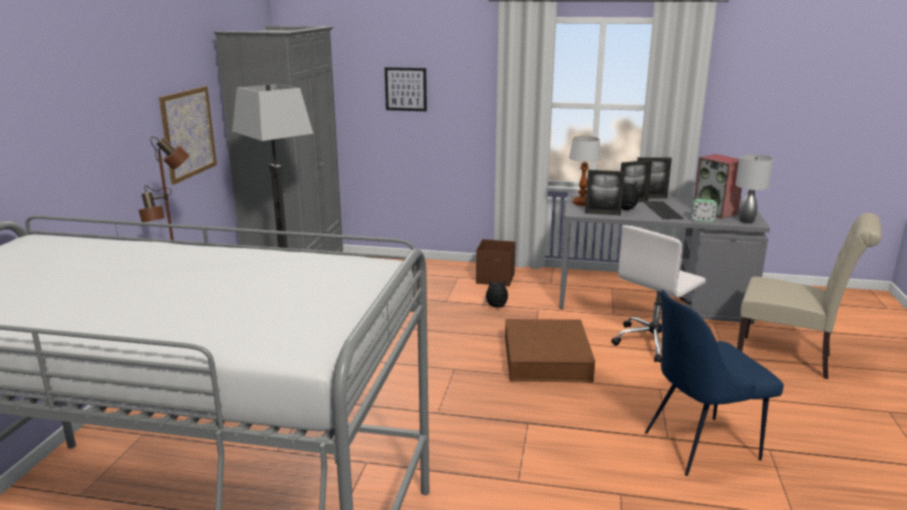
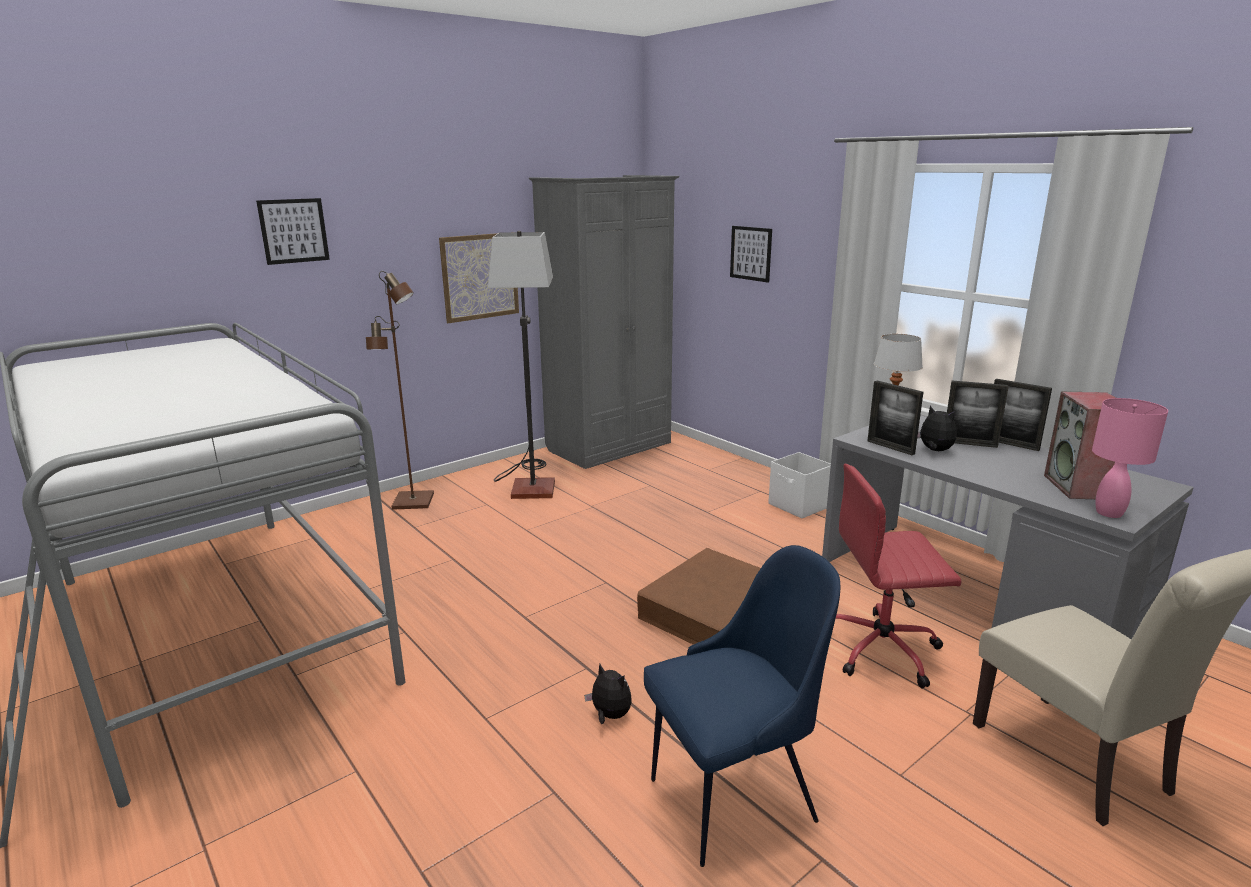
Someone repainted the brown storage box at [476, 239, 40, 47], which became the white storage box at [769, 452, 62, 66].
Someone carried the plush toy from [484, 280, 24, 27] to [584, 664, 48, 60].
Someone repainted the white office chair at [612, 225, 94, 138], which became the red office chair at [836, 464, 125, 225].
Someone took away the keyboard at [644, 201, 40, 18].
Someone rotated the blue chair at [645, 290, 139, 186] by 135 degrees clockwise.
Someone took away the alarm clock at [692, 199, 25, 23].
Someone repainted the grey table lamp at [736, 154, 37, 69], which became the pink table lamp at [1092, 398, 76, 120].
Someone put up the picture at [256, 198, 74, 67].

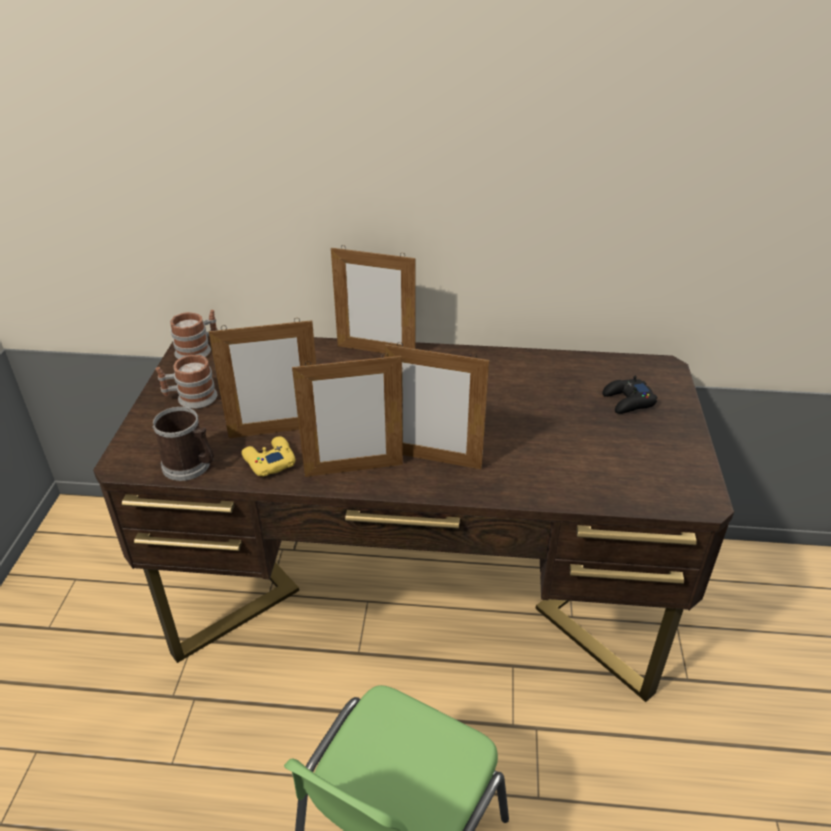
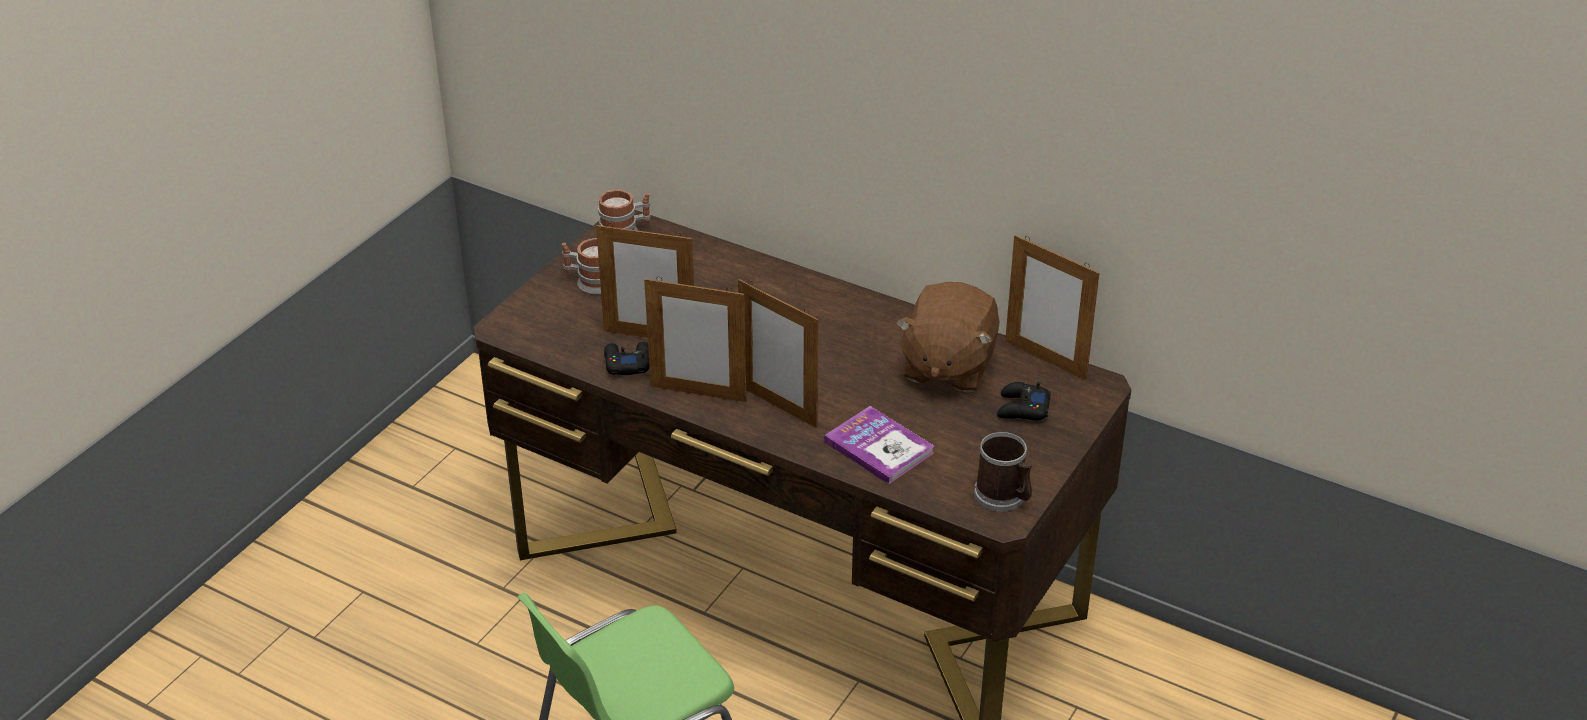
Someone carried the mug from [152, 407, 62, 74] to [974, 432, 58, 80].
Someone repainted the yellow game controller at [242, 436, 53, 41], which became the black game controller at [604, 342, 45, 33].
Someone carried the picture frame from [331, 245, 84, 108] to [1005, 235, 94, 145].
Someone put down the book at [824, 406, 110, 78].
Someone put down the brown plush toy at [896, 282, 104, 110].

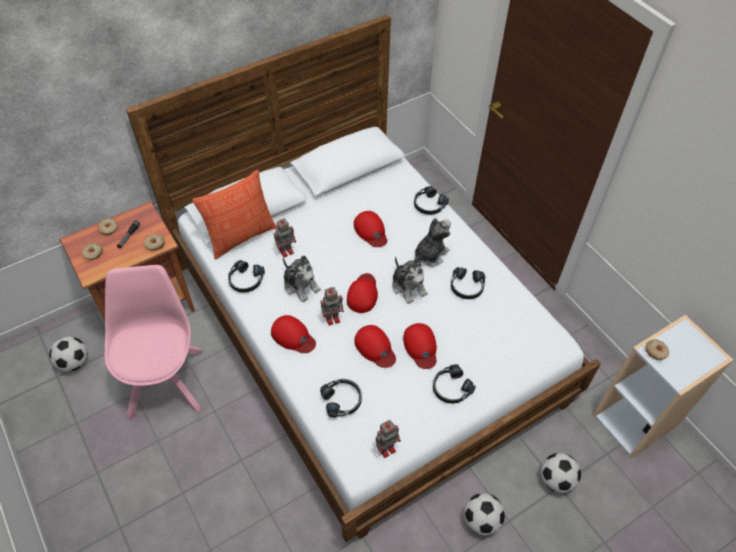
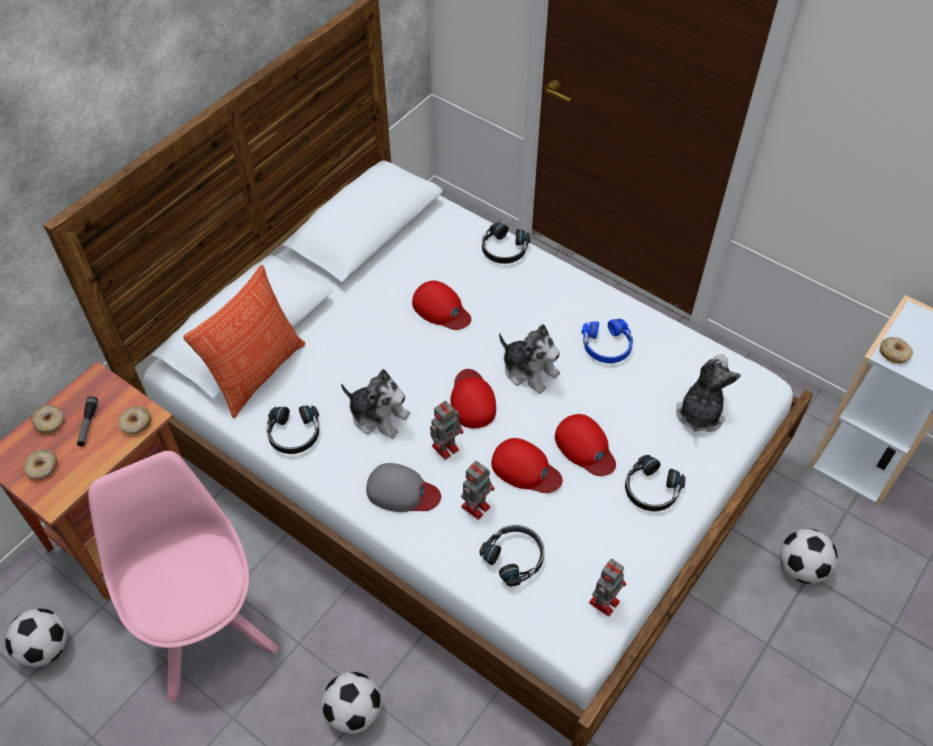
Someone repainted the red cap at [271, 315, 45, 38], which became the grey cap at [366, 463, 75, 49].
Someone carried the toy robot from [274, 218, 22, 40] to [461, 461, 34, 59].
Someone carried the plush toy from [415, 218, 36, 49] to [676, 354, 65, 78].
Someone repainted the black headphones at [451, 267, 35, 32], which became the blue headphones at [581, 319, 52, 44].
Someone carried the football from [464, 493, 41, 43] to [321, 672, 61, 62].

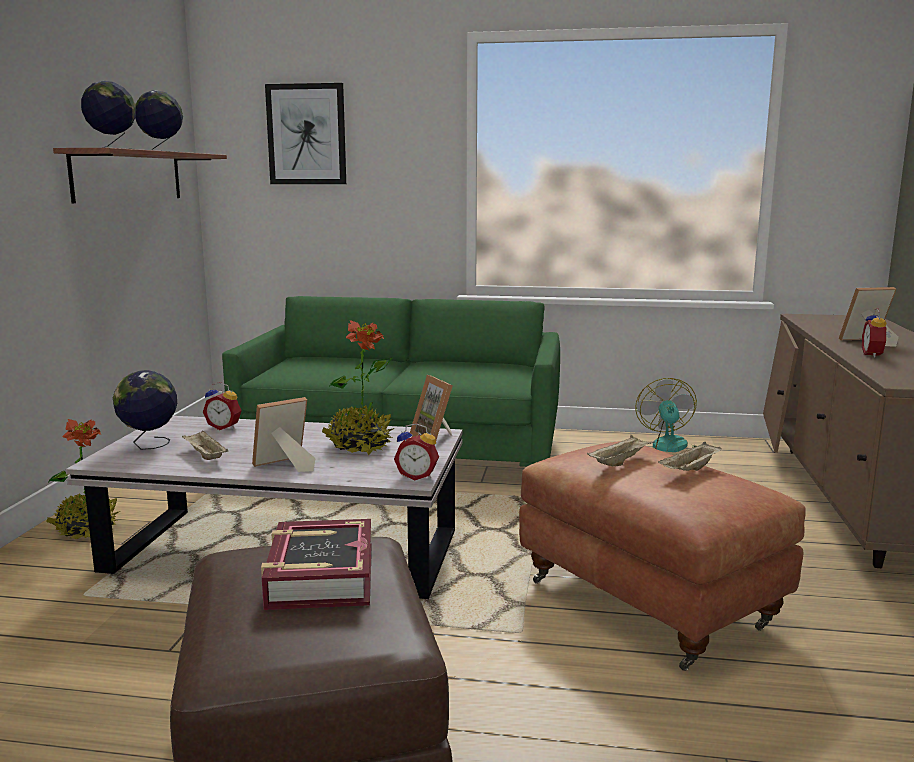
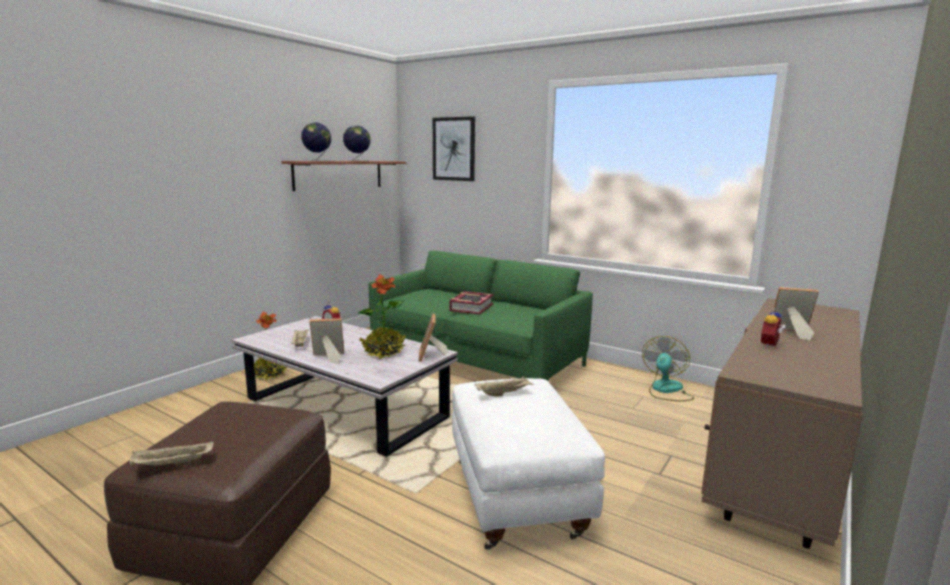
Someone took away the globe at [113, 370, 64, 80].
Someone carried the book from [261, 519, 111, 91] to [449, 291, 45, 24].
Someone took away the alarm clock at [394, 423, 45, 58].
Someone repainted the brown ottoman at [519, 441, 287, 230], which became the white ottoman at [452, 378, 153, 172].
Someone carried the beige tray from [658, 442, 64, 29] to [130, 440, 84, 26].

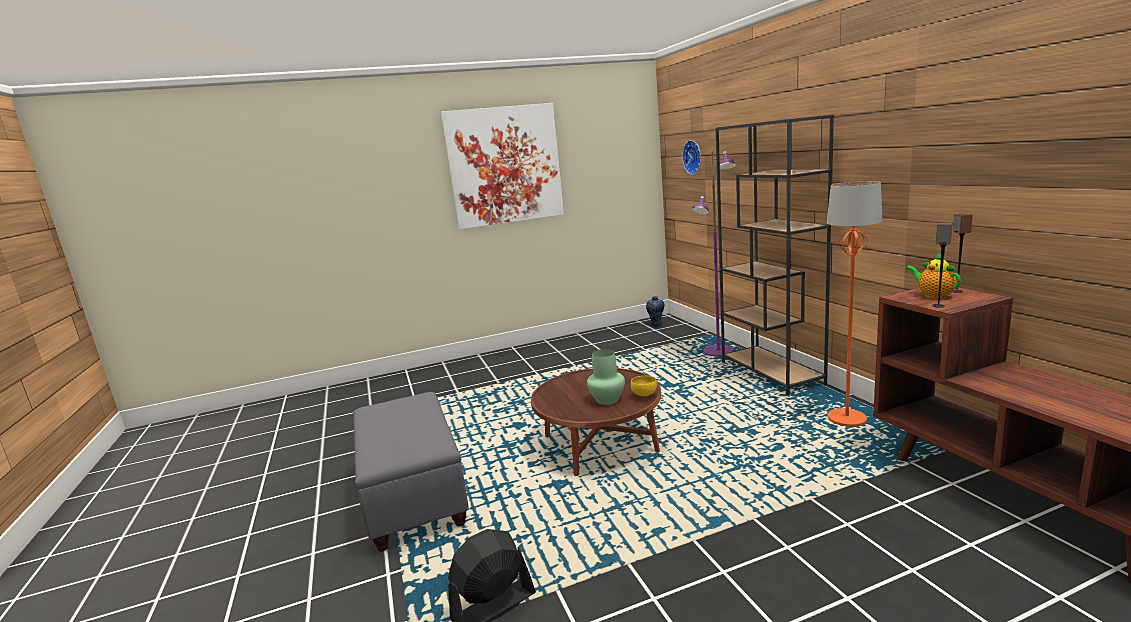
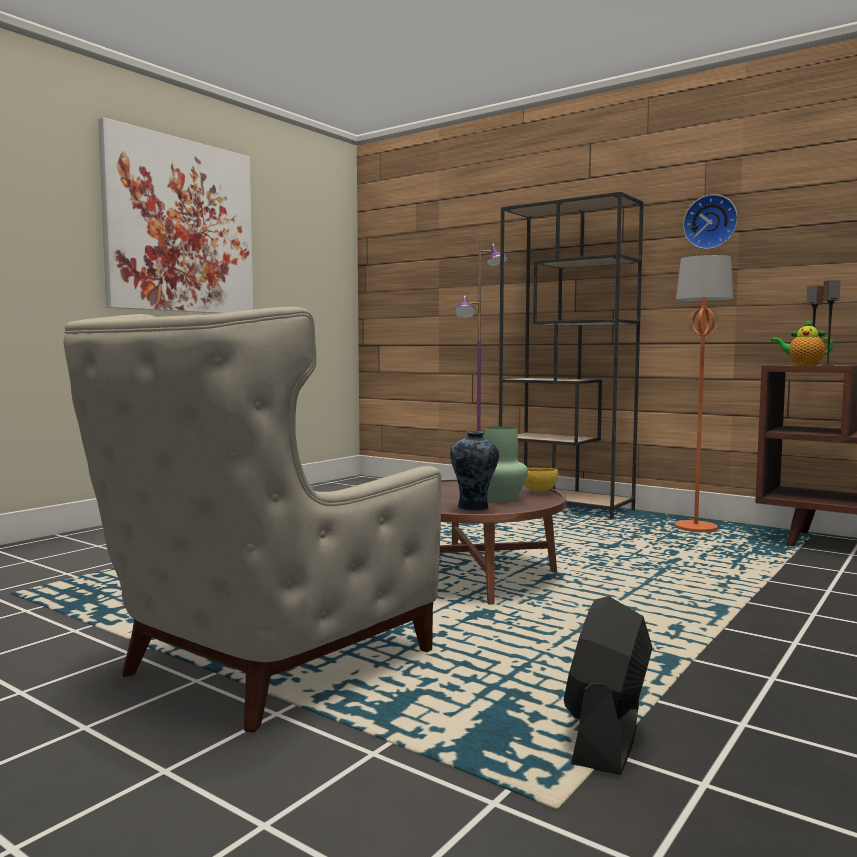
Someone swapped the grey ottoman at [353, 392, 116, 160] for the beige armchair at [64, 307, 378, 426].
Someone carried the vase from [646, 296, 18, 31] to [450, 431, 49, 80].
Someone carried the wall clock from [682, 140, 19, 35] to [683, 194, 55, 55].

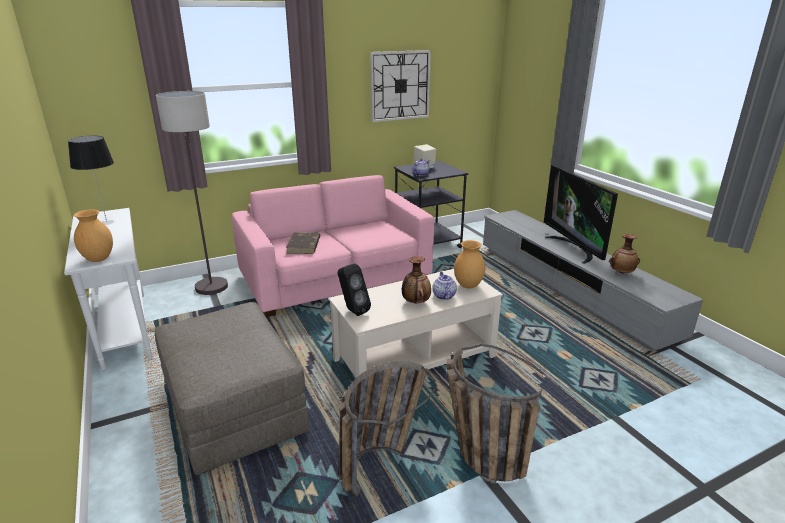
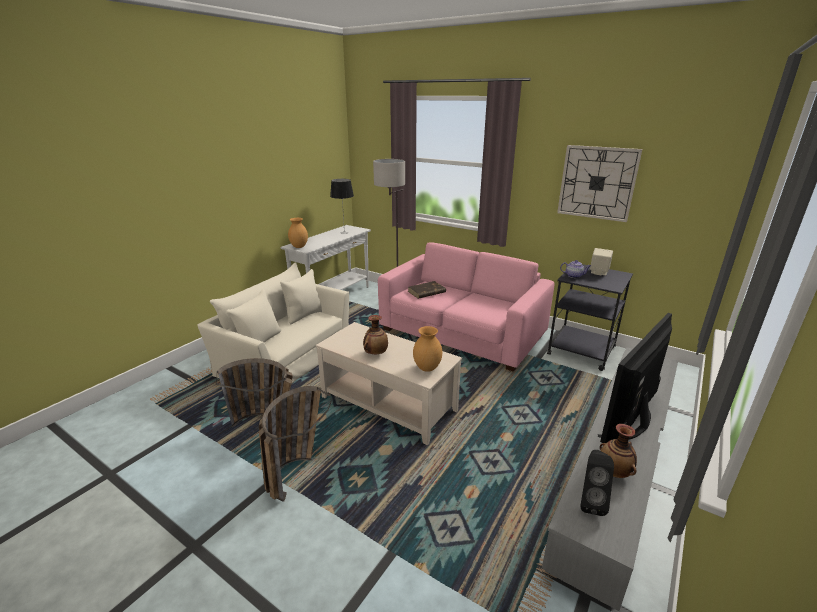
Someone swapped the grey ottoman at [155, 302, 154, 173] for the beige armchair at [197, 263, 152, 120].
Someone carried the black speaker from [338, 264, 33, 52] to [580, 450, 34, 66].
Someone took away the teapot at [432, 272, 25, 28].

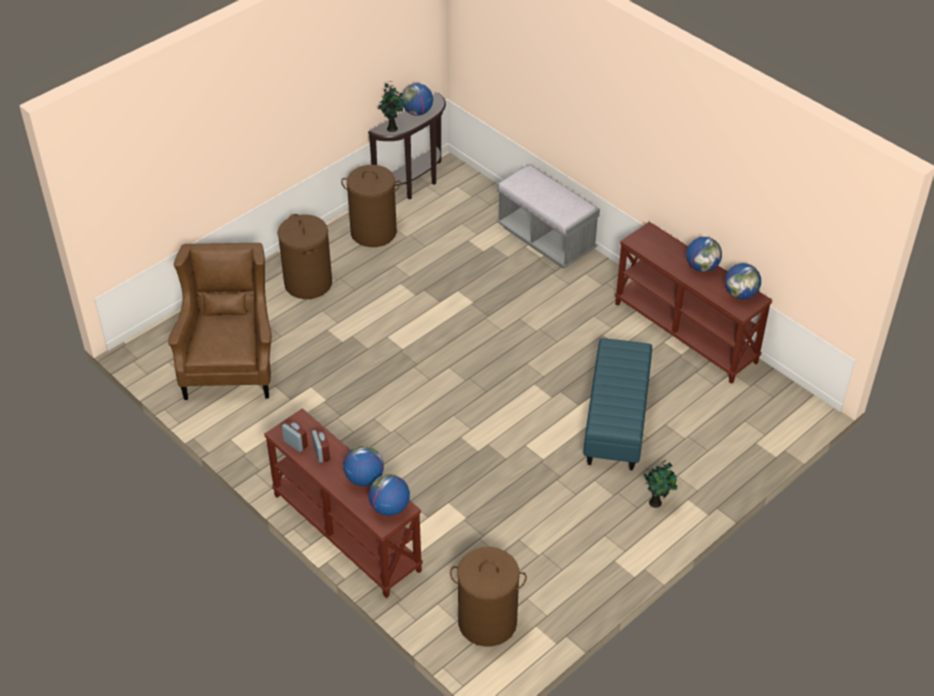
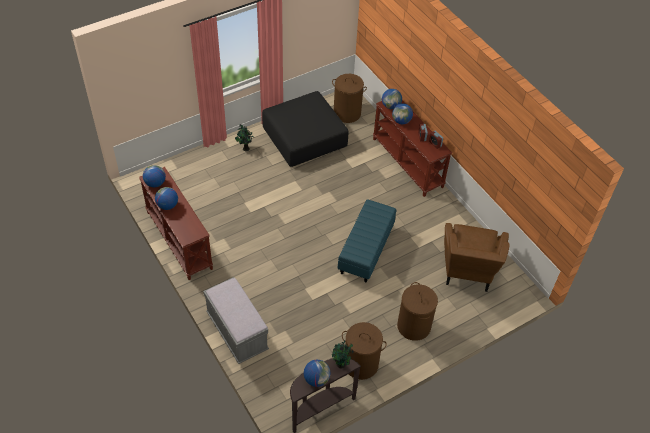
Someone carried the blue ottoman from [583, 338, 69, 133] to [338, 199, 58, 83].
Someone put down the black ottoman at [262, 91, 86, 76].

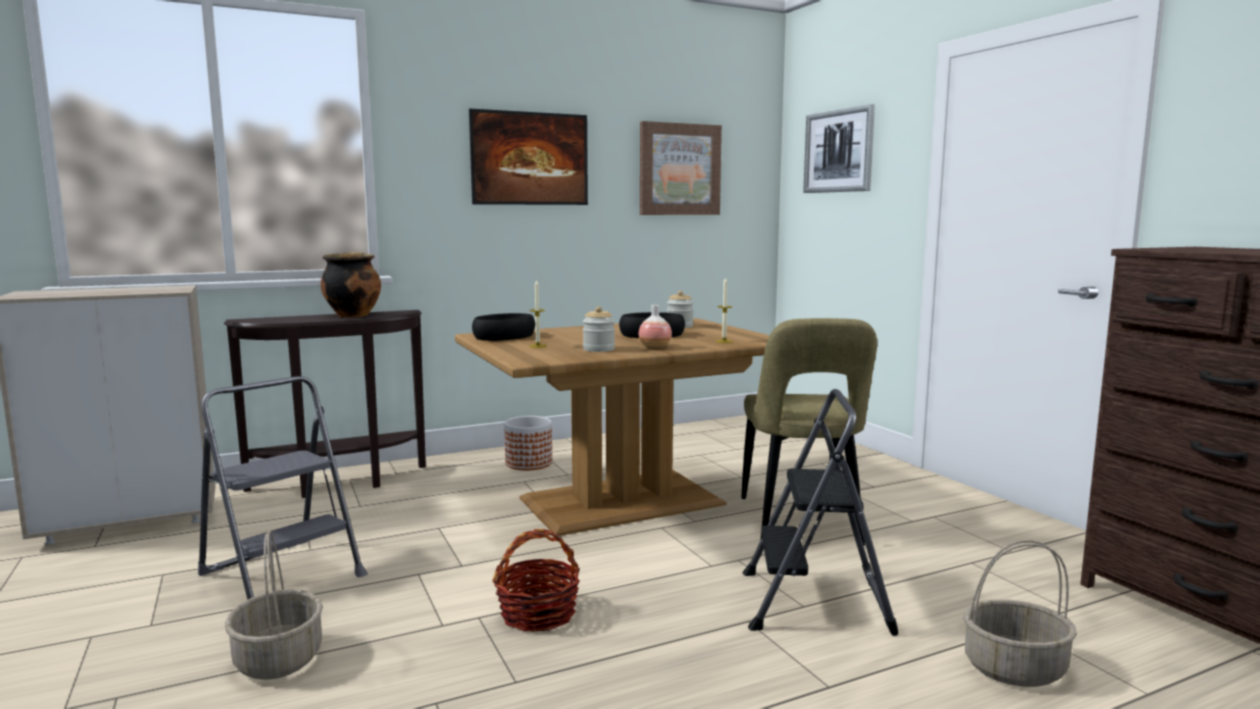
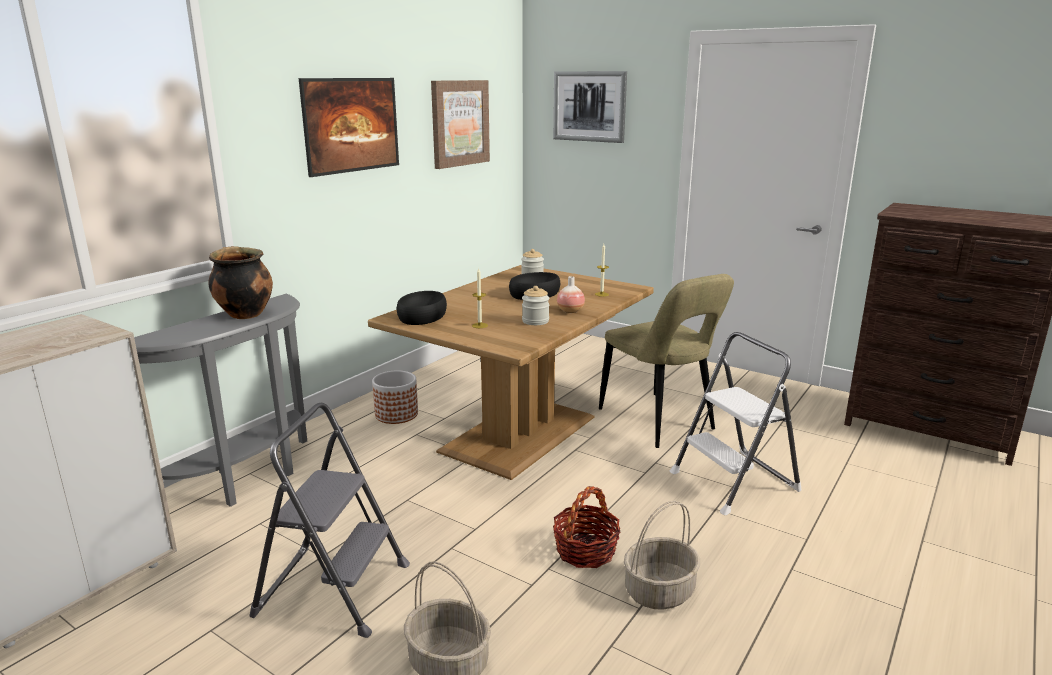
Someone repainted the brown console table at [223, 310, 203, 188], which became the grey console table at [134, 294, 173, 213].
Someone repainted the black step ladder at [743, 389, 155, 247], which became the white step ladder at [670, 332, 132, 183].
Someone carried the basket from [964, 540, 113, 147] to [624, 501, 76, 109].

